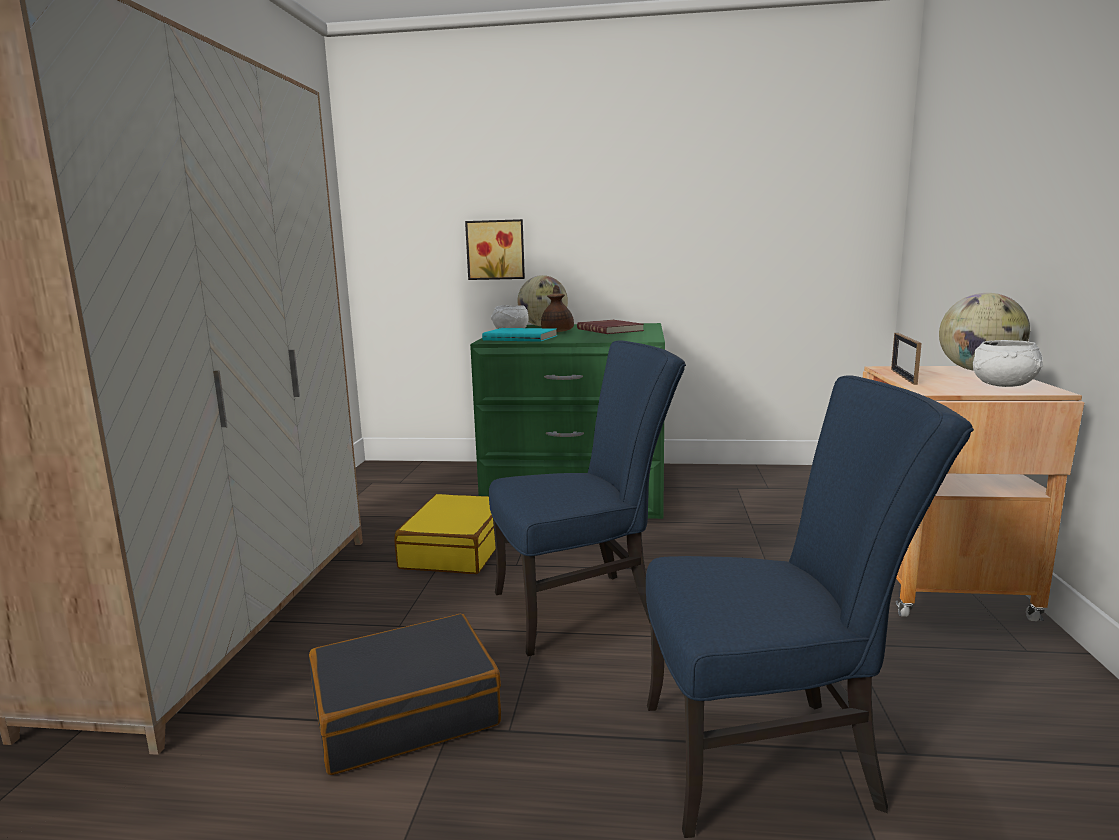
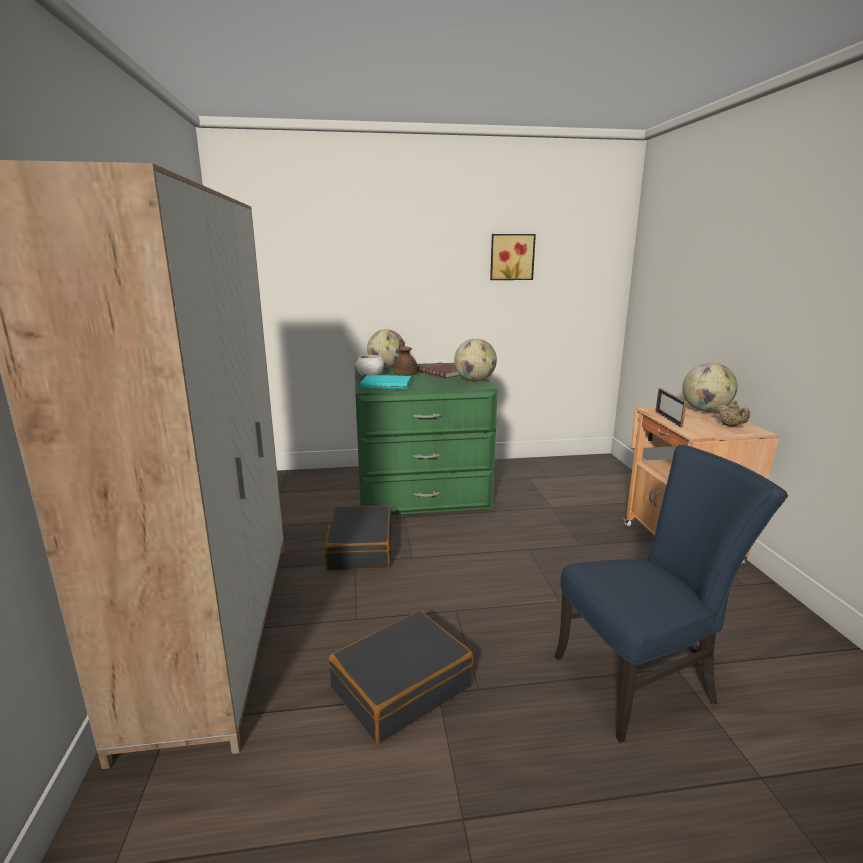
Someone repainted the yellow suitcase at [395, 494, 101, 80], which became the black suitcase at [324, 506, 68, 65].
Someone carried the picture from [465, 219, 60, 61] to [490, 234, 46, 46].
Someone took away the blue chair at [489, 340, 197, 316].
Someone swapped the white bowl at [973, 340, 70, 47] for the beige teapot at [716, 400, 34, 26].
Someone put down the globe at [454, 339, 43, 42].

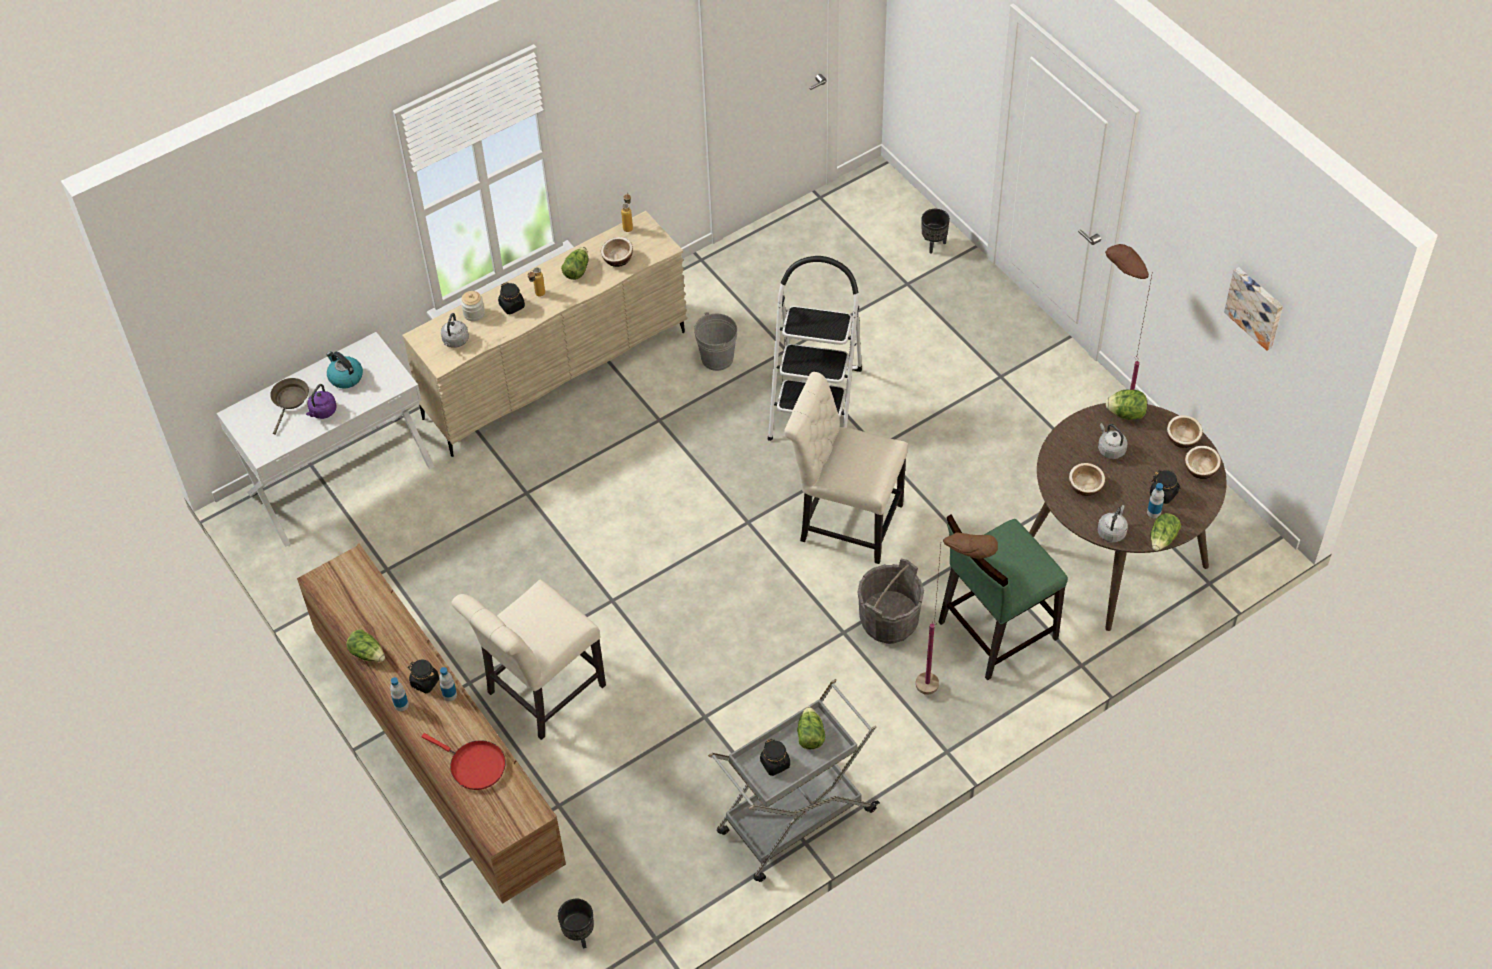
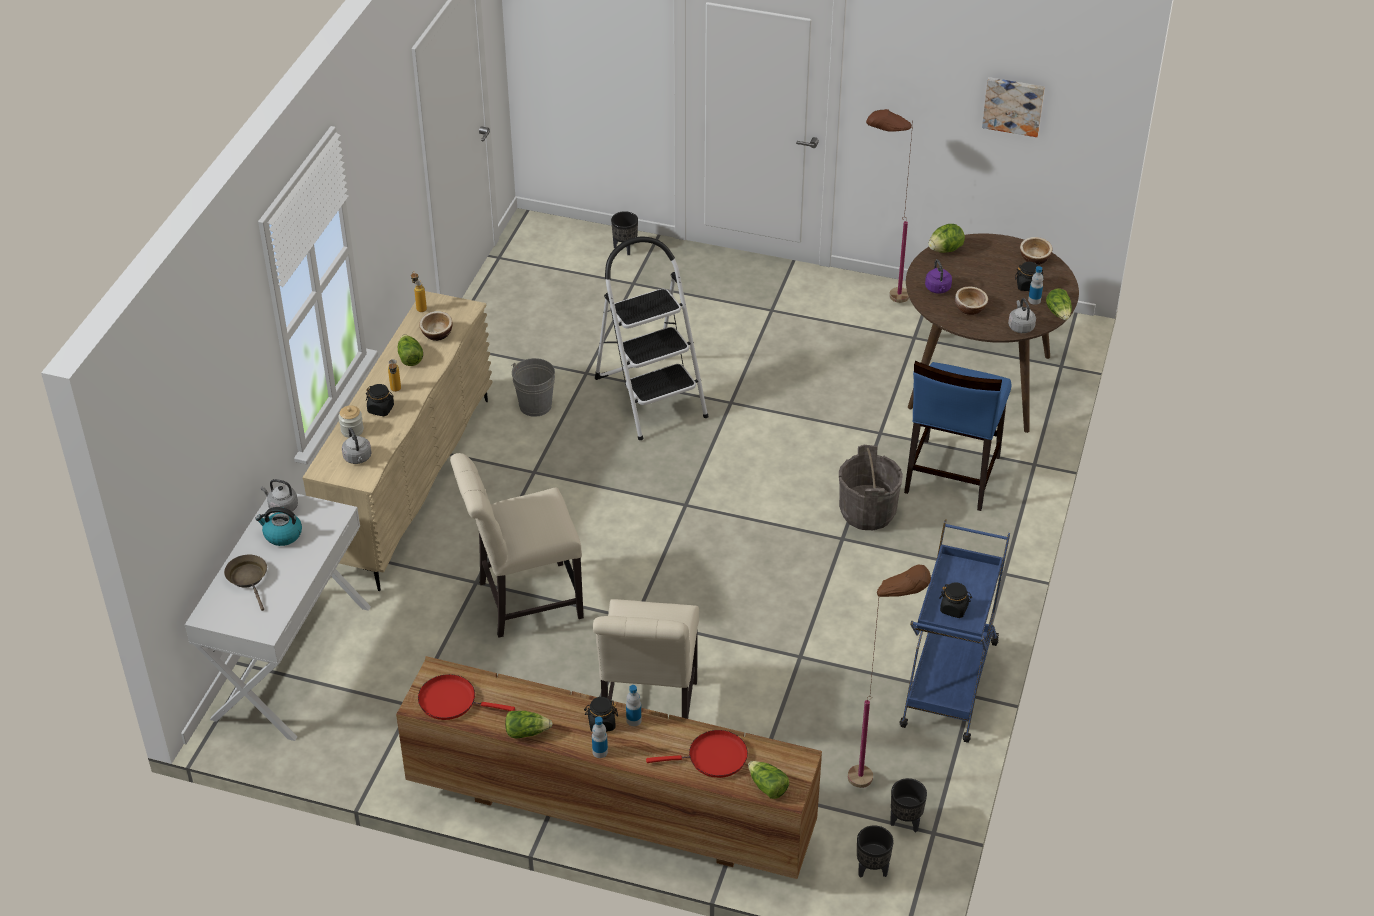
Someone carried the purple kettle from [306, 384, 31, 35] to [925, 259, 27, 35].
Someone repainted the grey cart at [708, 679, 172, 203], which became the blue cart at [900, 519, 110, 224].
Someone carried the beige chair from [784, 372, 123, 192] to [450, 453, 134, 185].
Someone carried the lettuce from [797, 707, 28, 42] to [748, 761, 41, 38].
Someone carried the brown floor lamp from [915, 532, 83, 163] to [848, 564, 83, 224].
Someone repainted the green chair at [939, 514, 129, 167], which became the blue chair at [904, 361, 107, 150].
Someone carried the grey kettle from [1098, 423, 30, 36] to [261, 479, 37, 34].
Someone took away the bowl at [1167, 415, 36, 33].
Someone put down the red frying pan at [418, 674, 97, 46].
Someone put down the black planter at [890, 778, 37, 55].

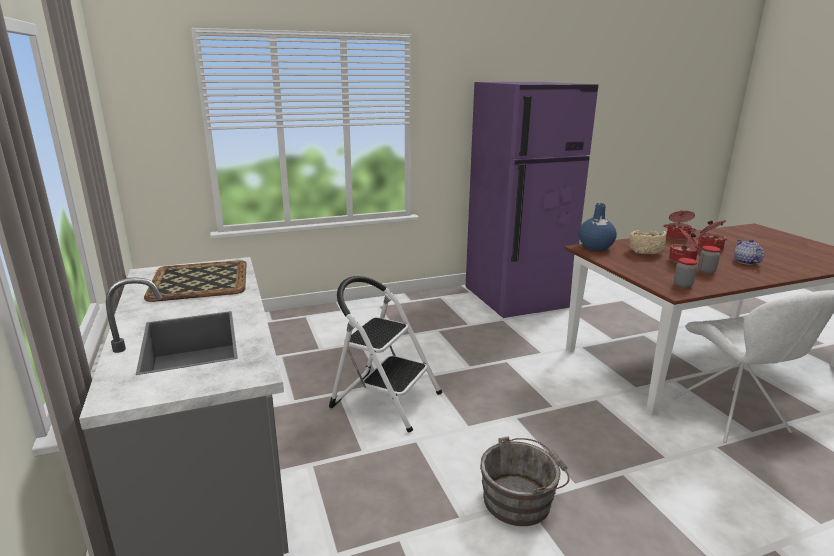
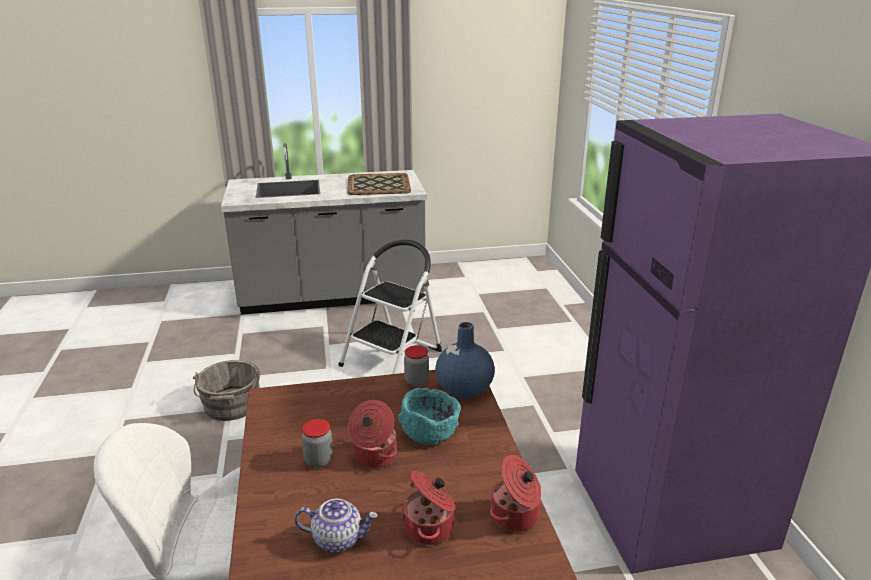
Someone repainted the beige bowl at [630, 230, 36, 24], which became the turquoise bowl at [398, 388, 63, 57].
Someone carried the jar from [674, 258, 23, 30] to [404, 345, 25, 41].

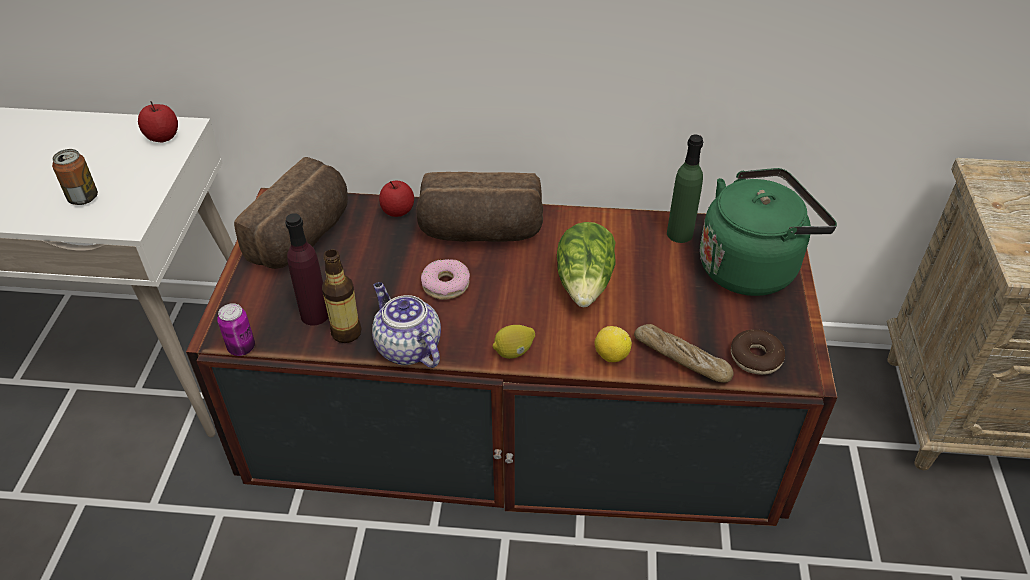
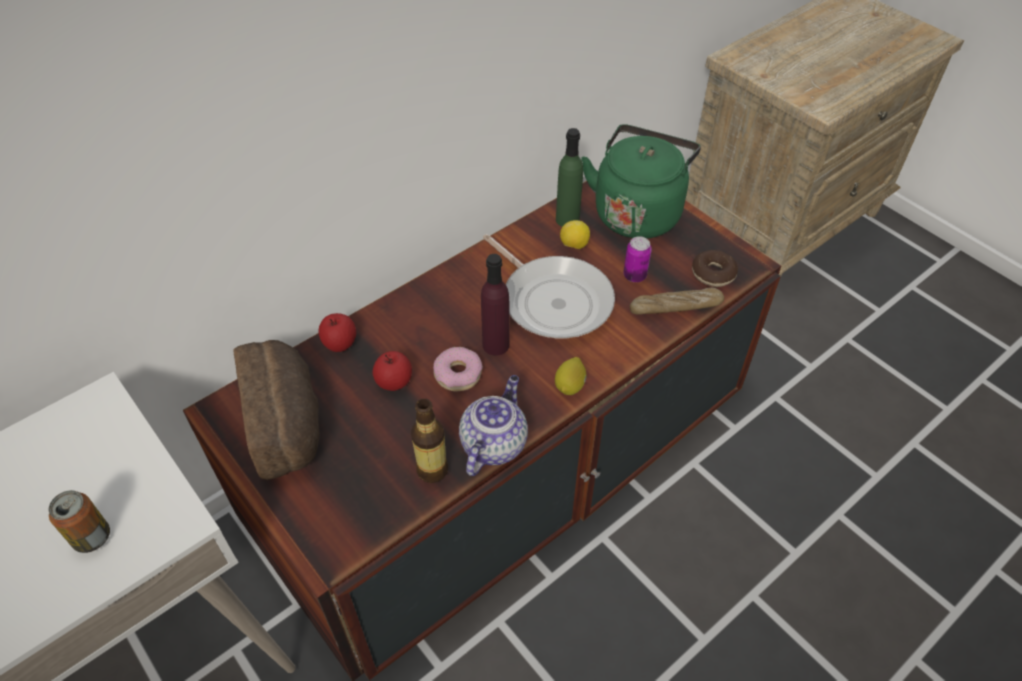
Someone carried the apple from [138, 101, 40, 41] to [373, 351, 39, 40].
Someone carried the can from [217, 303, 38, 53] to [623, 236, 29, 46].
Someone carried the purple bottle from [285, 213, 43, 113] to [481, 254, 29, 102].
Someone rotated the teapot at [372, 282, 69, 86] by 105 degrees clockwise.
Someone took away the bread at [416, 172, 127, 70].
Someone swapped the lettuce at [557, 222, 59, 85] for the frying pan at [483, 234, 132, 104].
Someone carried the lemon from [595, 326, 37, 36] to [560, 220, 30, 29].

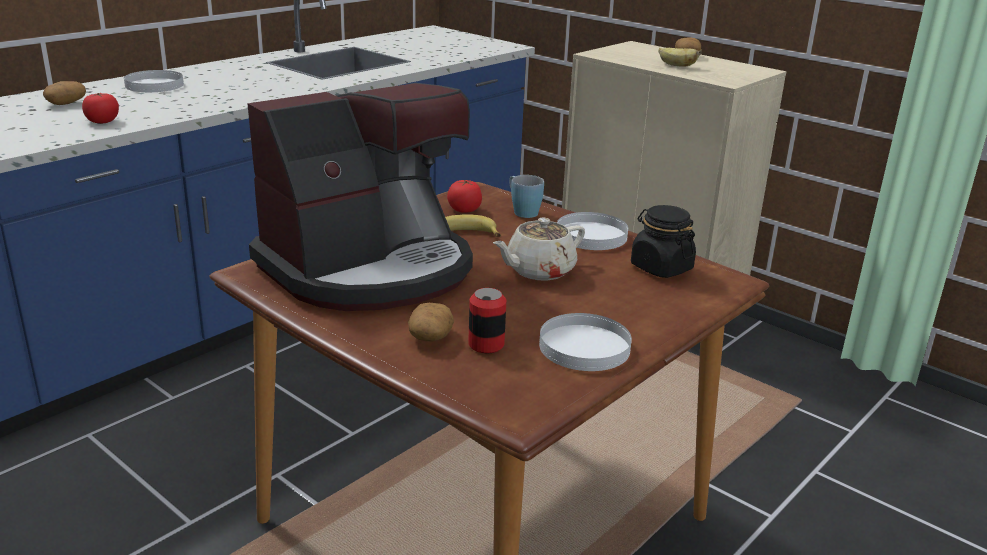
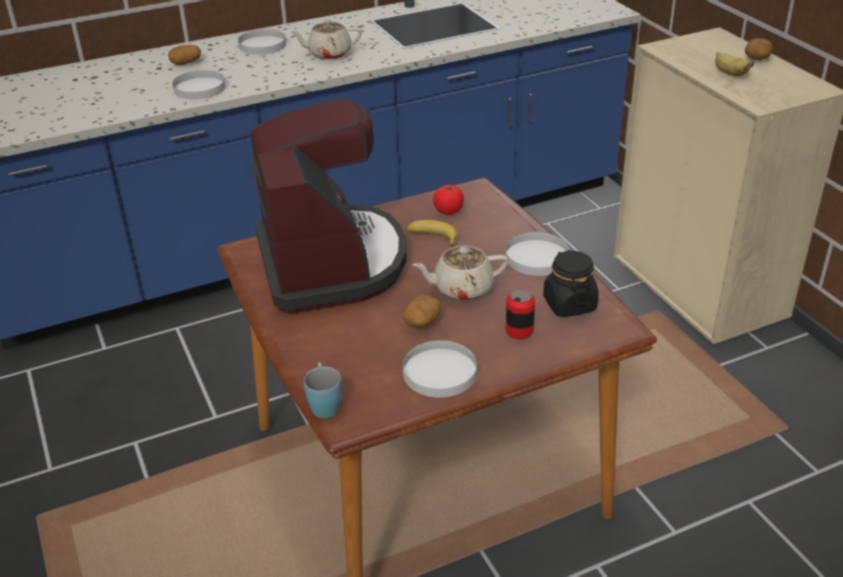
Someone swapped the tomato at [82, 93, 37, 30] for the white plate at [172, 70, 54, 29].
Someone rotated the coffee machine at [247, 83, 226, 228] by 90 degrees counterclockwise.
Someone carried the potato from [408, 303, 46, 39] to [403, 295, 38, 33].
Someone carried the can from [468, 288, 38, 65] to [506, 290, 29, 49].
Someone carried the blue mug from [509, 175, 35, 43] to [304, 362, 38, 56].
Someone put down the beige teapot at [290, 20, 72, 40].

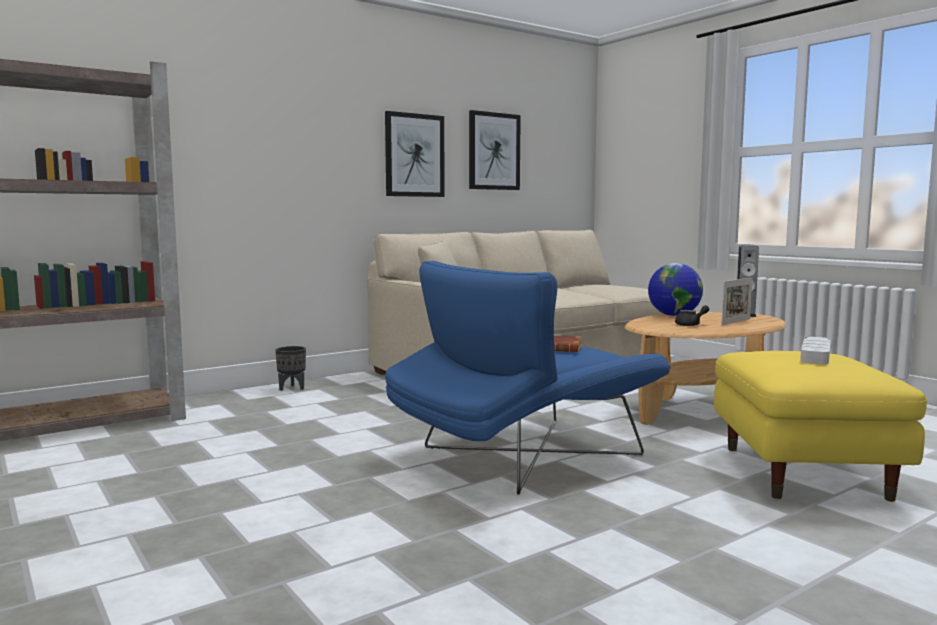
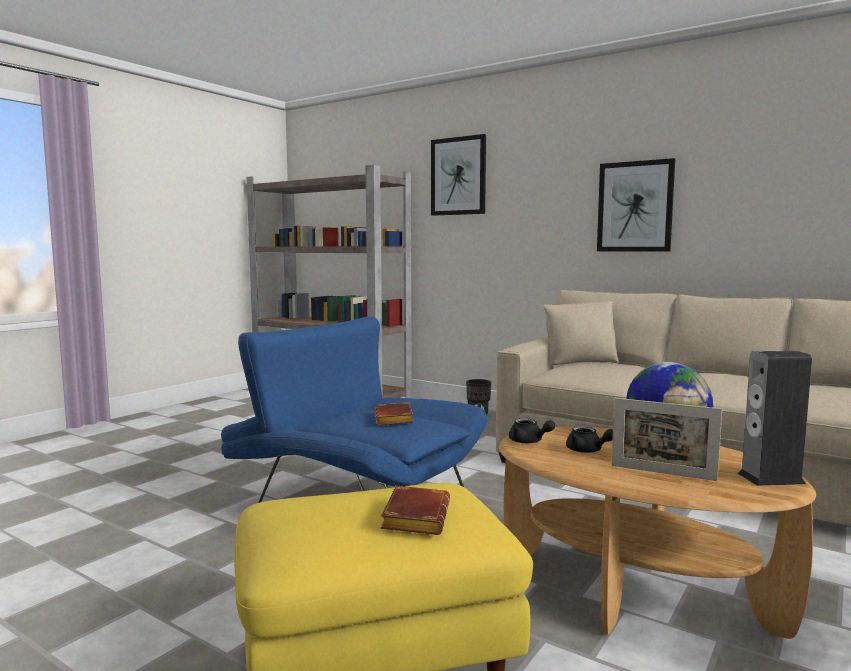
Someone carried the picture from [469, 110, 52, 80] to [431, 134, 55, 82].
Someone swapped the grey tray at [800, 337, 31, 27] for the brown book at [381, 486, 69, 49].
Someone put down the black teapot at [509, 418, 46, 25].

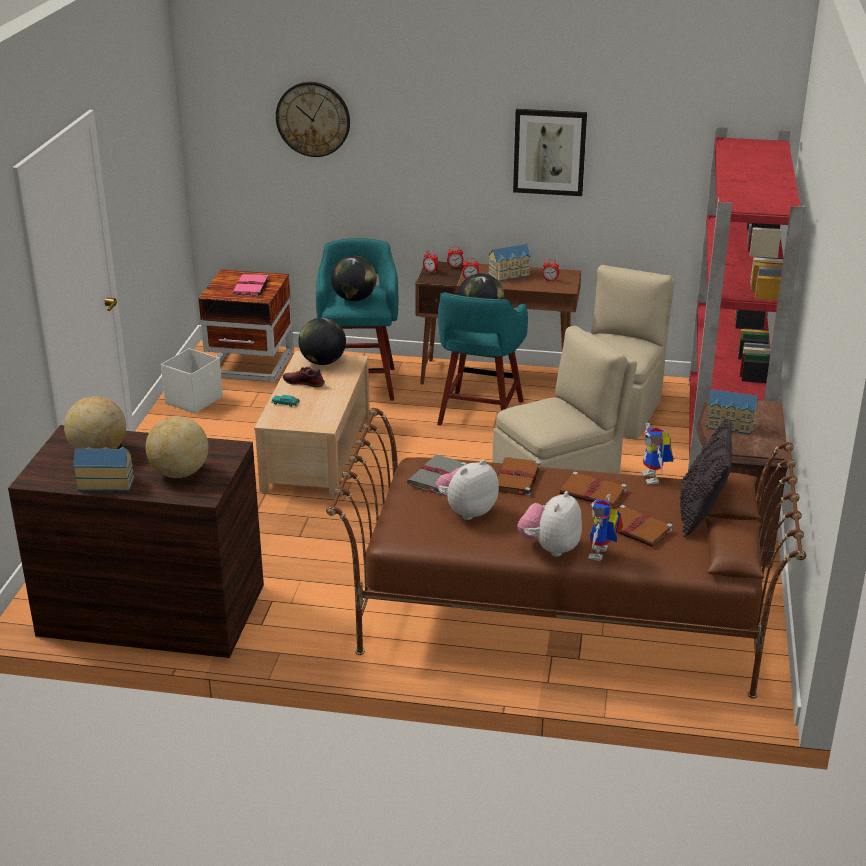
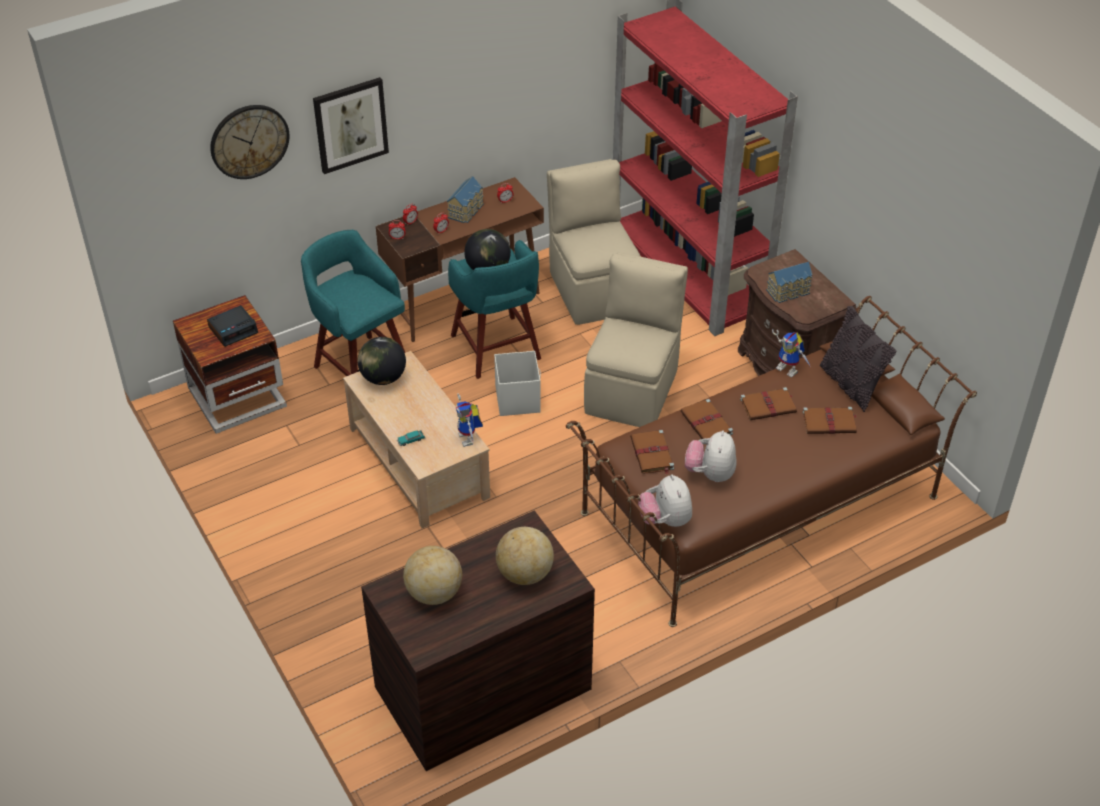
Someone took away the toy house at [73, 446, 62, 46].
Someone carried the white storage box from [161, 348, 62, 66] to [494, 351, 47, 65].
Someone swapped the pink book at [232, 274, 37, 24] for the alarm clock at [207, 305, 51, 42].
Someone took away the shoe at [283, 367, 42, 21].
Someone took away the globe at [331, 255, 46, 46].
Someone repainted the grey book at [407, 455, 60, 40], which became the brown book at [630, 430, 44, 44].
Someone carried the picture from [513, 109, 74, 87] to [313, 77, 76, 97].
Someone carried the plush toy from [517, 491, 65, 66] to [638, 474, 54, 53].
Someone carried the toy robot from [588, 494, 35, 67] to [456, 393, 27, 54].

